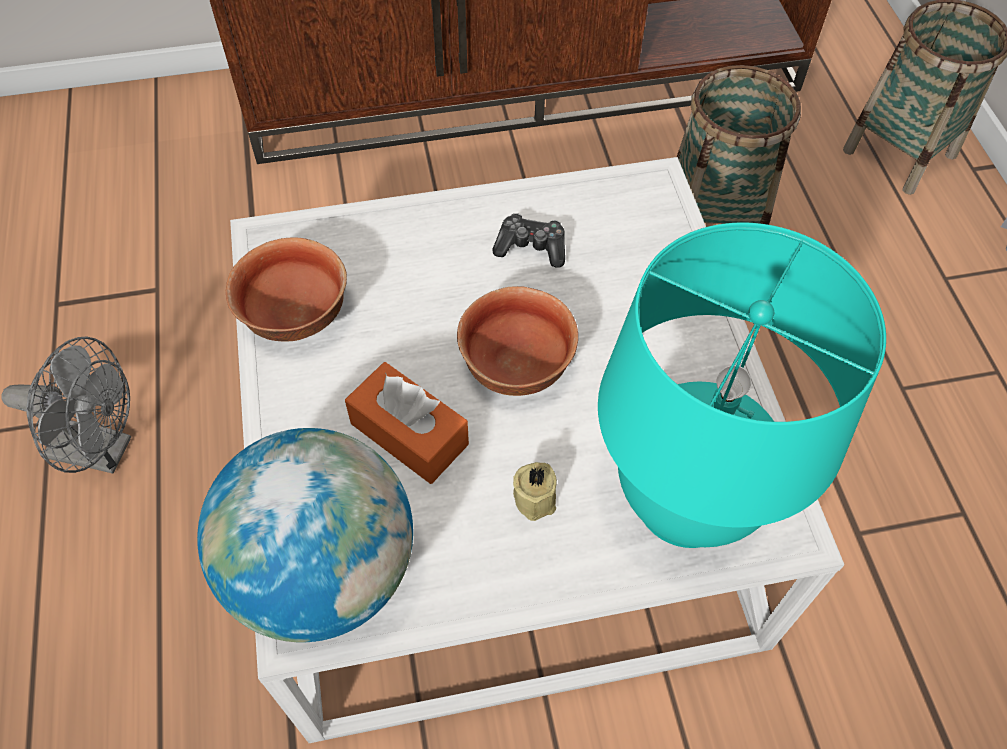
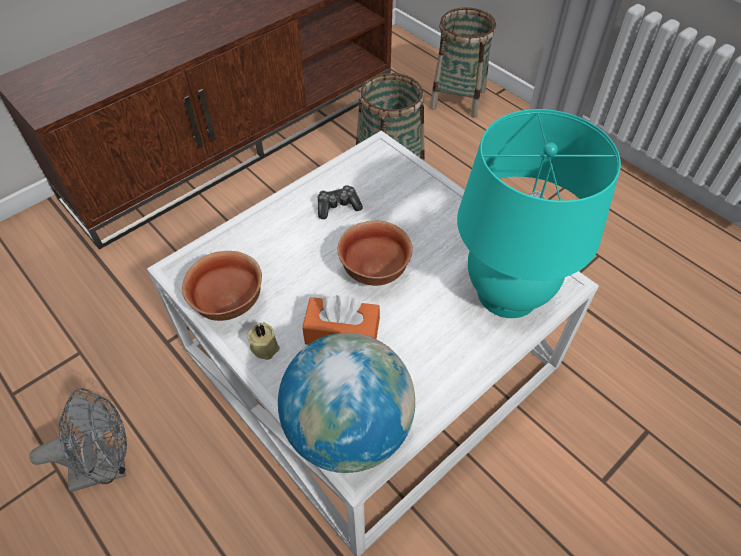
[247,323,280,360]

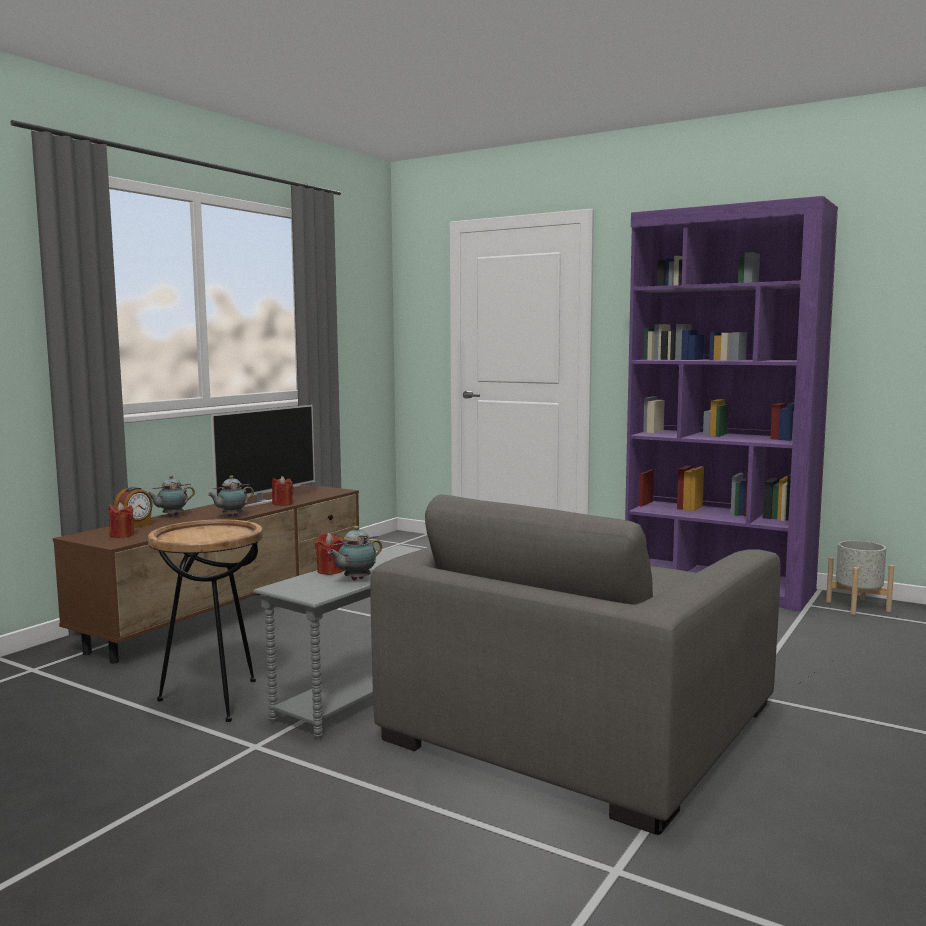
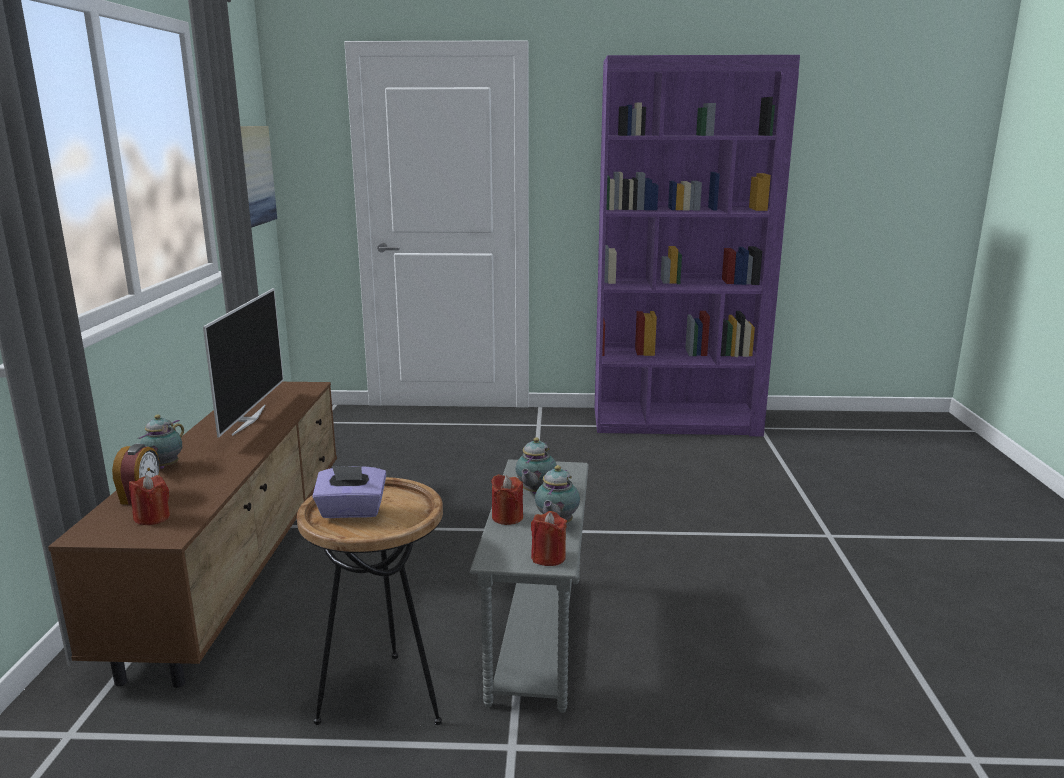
[240,126,277,228]
[312,466,386,518]
[515,438,557,494]
[531,511,567,566]
[370,494,781,835] (first image)
[826,541,894,615] (first image)

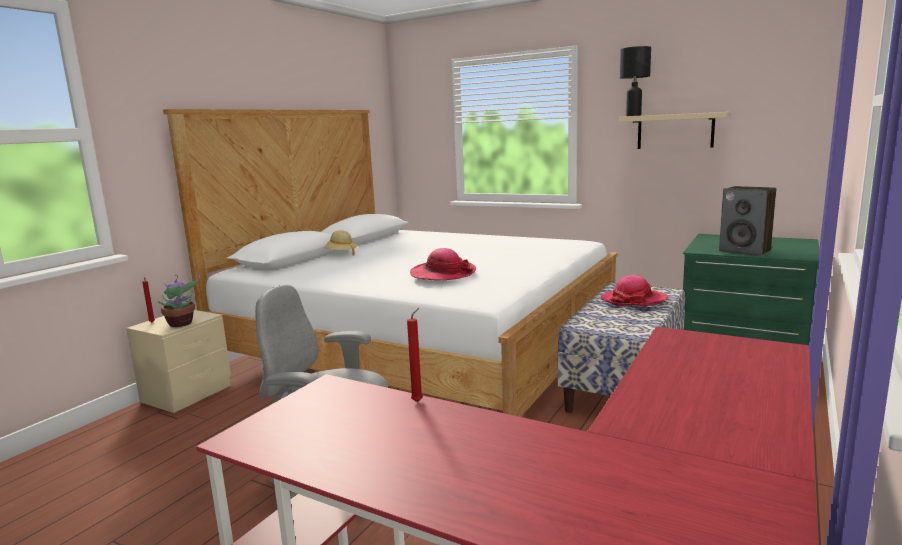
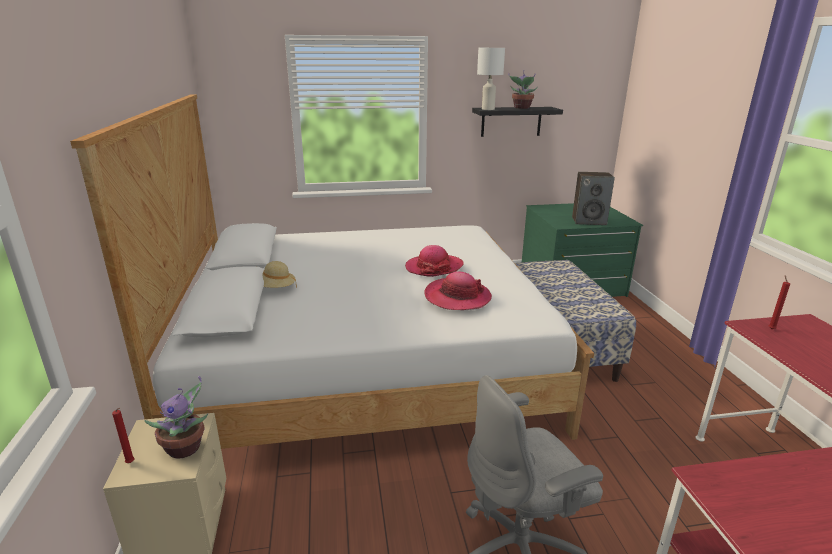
[405,245,464,277]
[472,107,563,137]
[477,48,505,110]
[508,70,538,109]
[769,275,790,329]

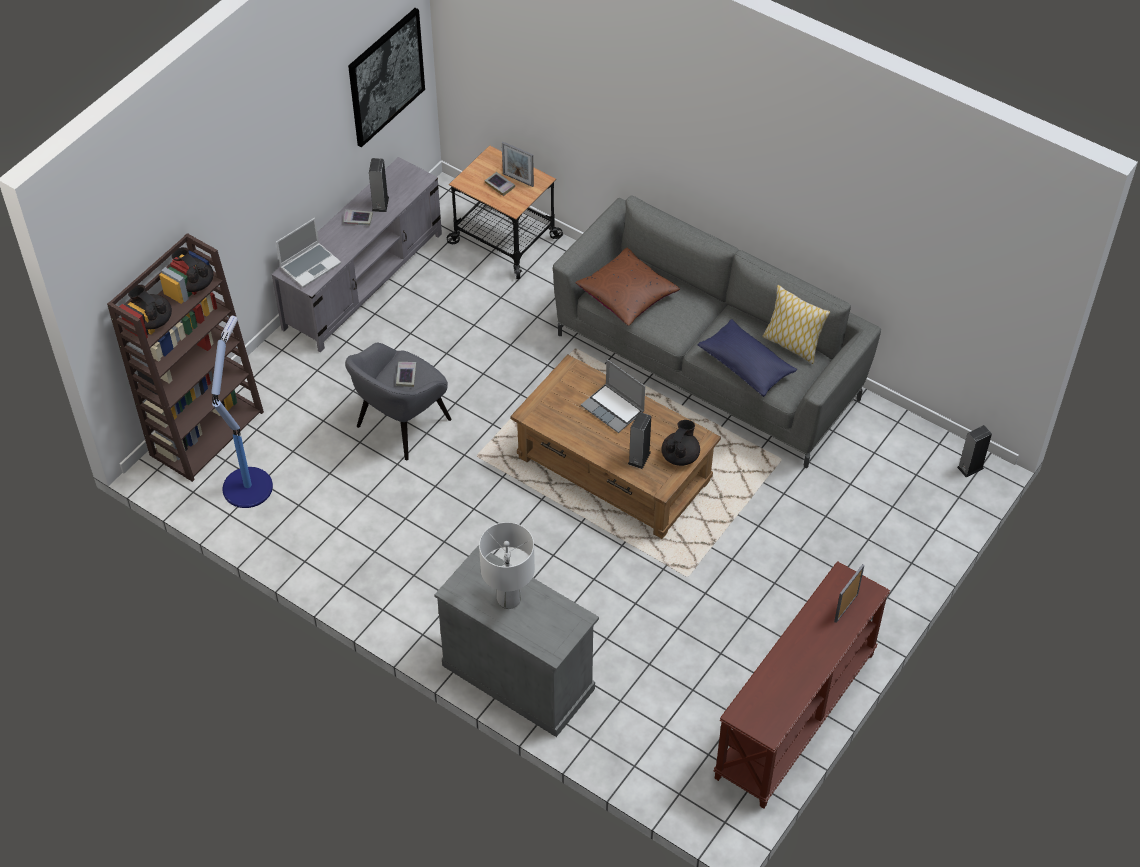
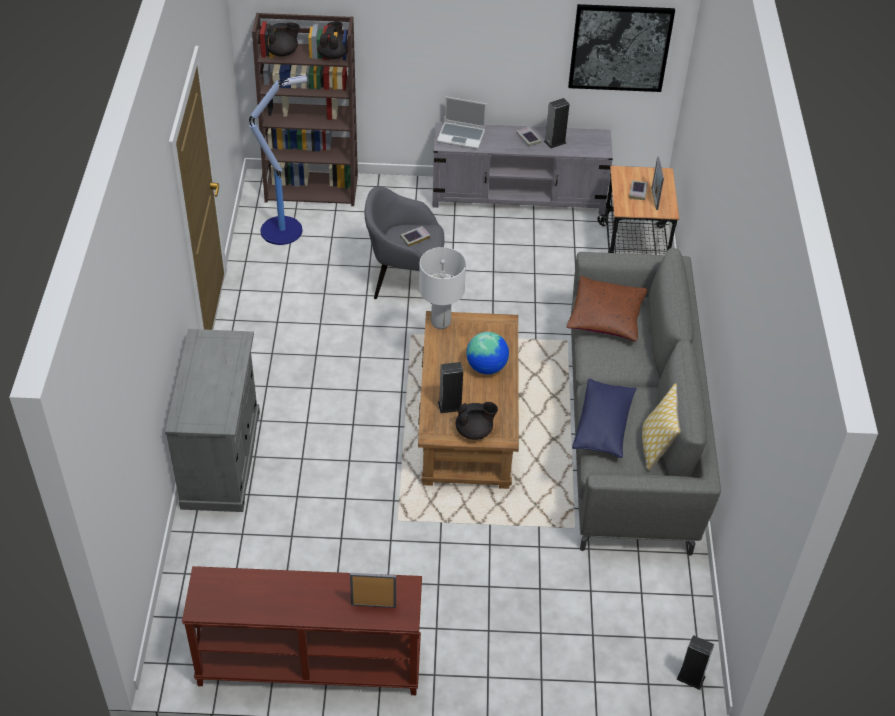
[266,22,300,57]
[419,247,466,329]
[466,332,509,375]

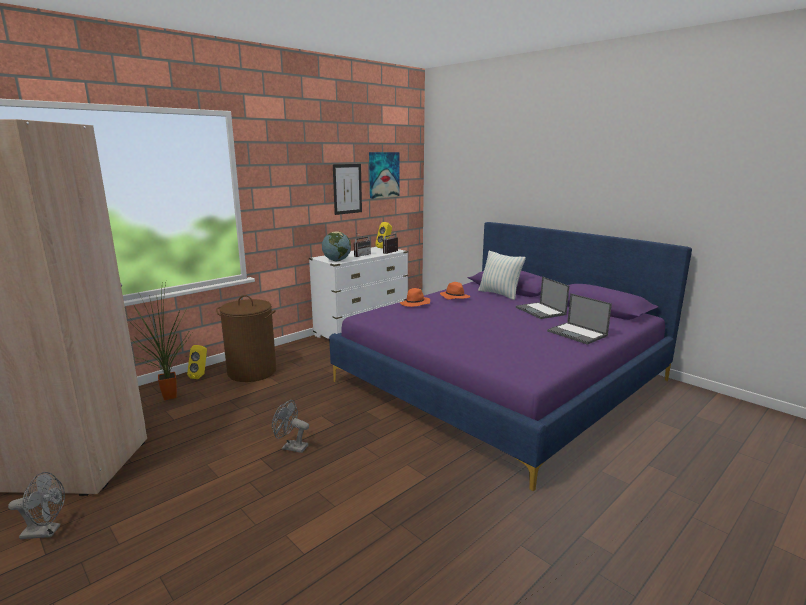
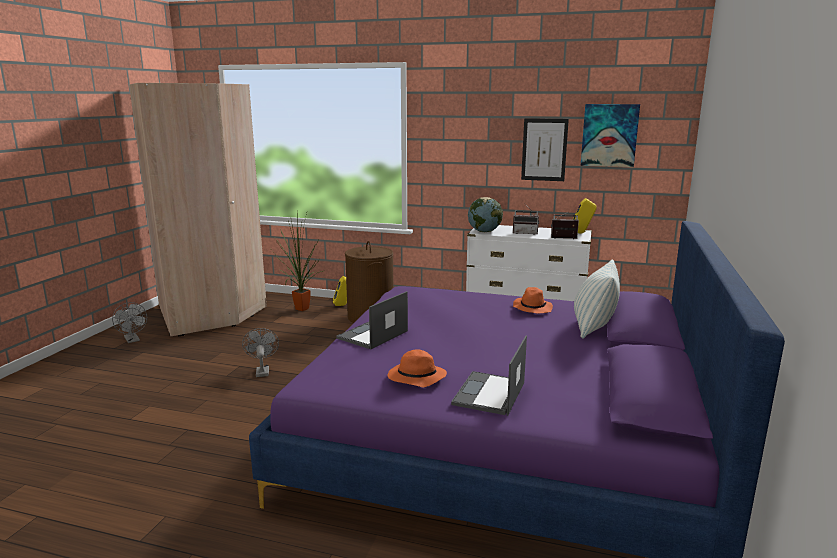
[336,291,408,349]
[387,349,447,387]

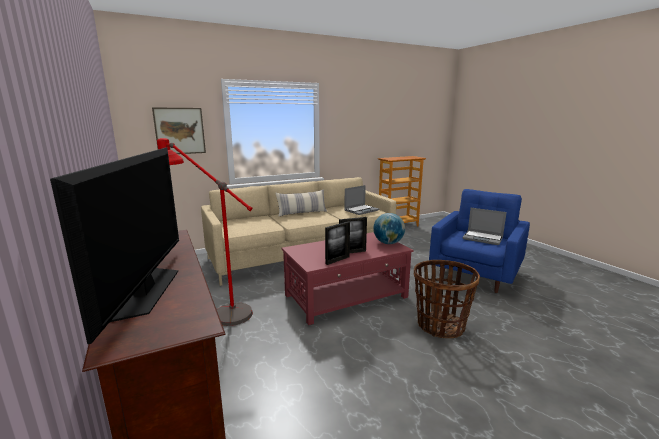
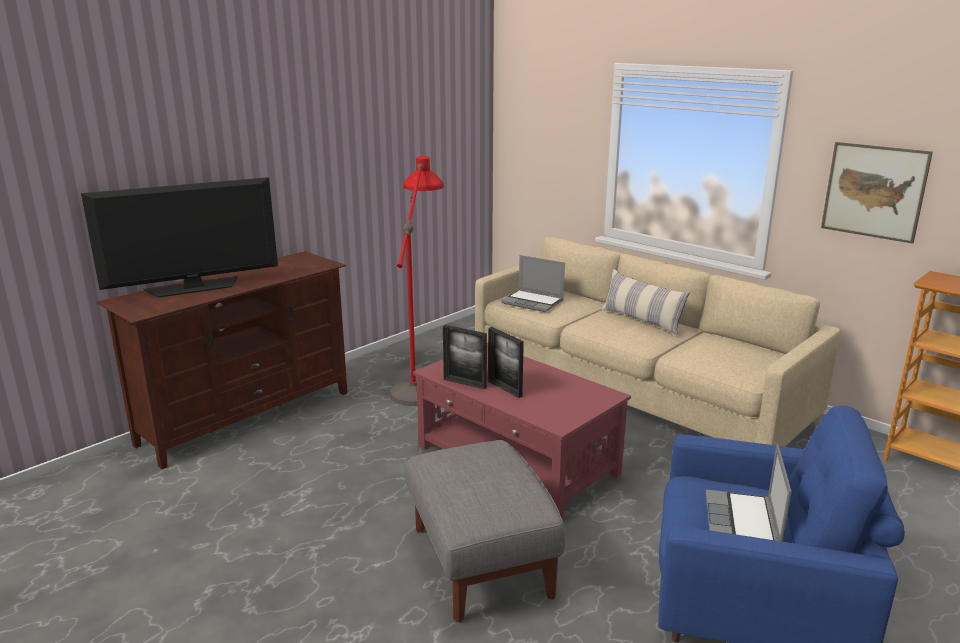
[404,440,566,622]
[501,255,565,312]
[821,142,933,244]
[373,213,405,244] (first image)

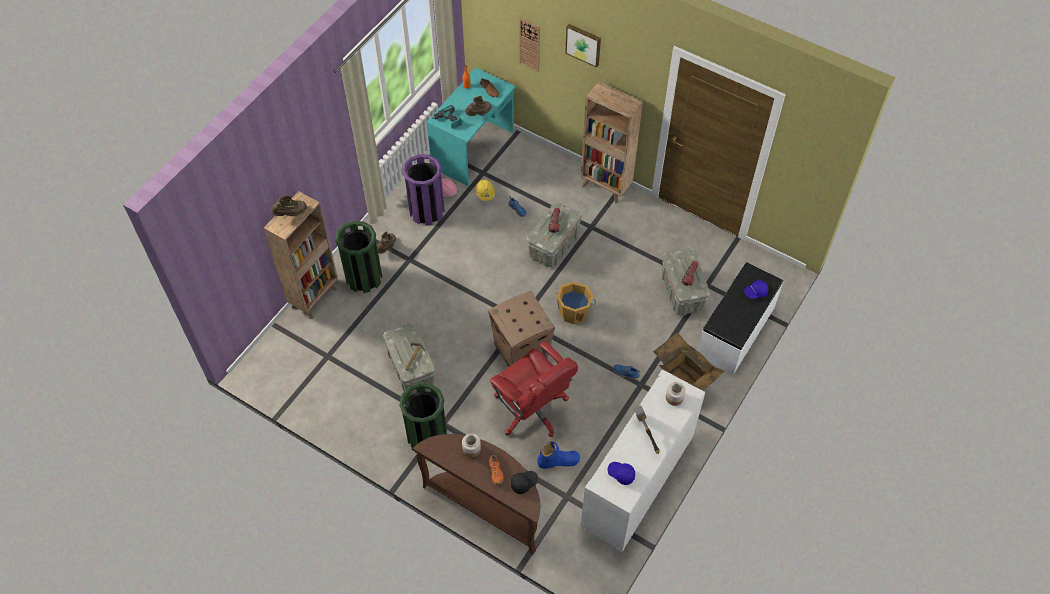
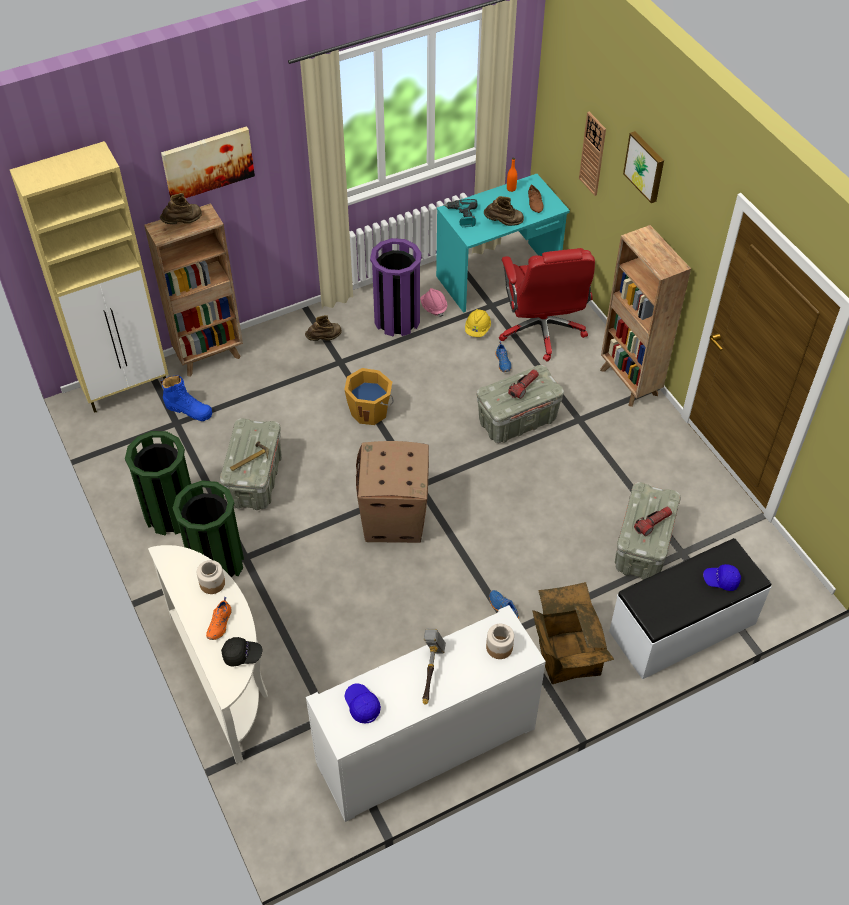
[10,141,169,413]
[125,431,192,535]
[148,545,268,763]
[160,193,202,224]
[161,126,255,198]
[161,375,212,421]
[344,368,394,425]
[499,248,595,362]

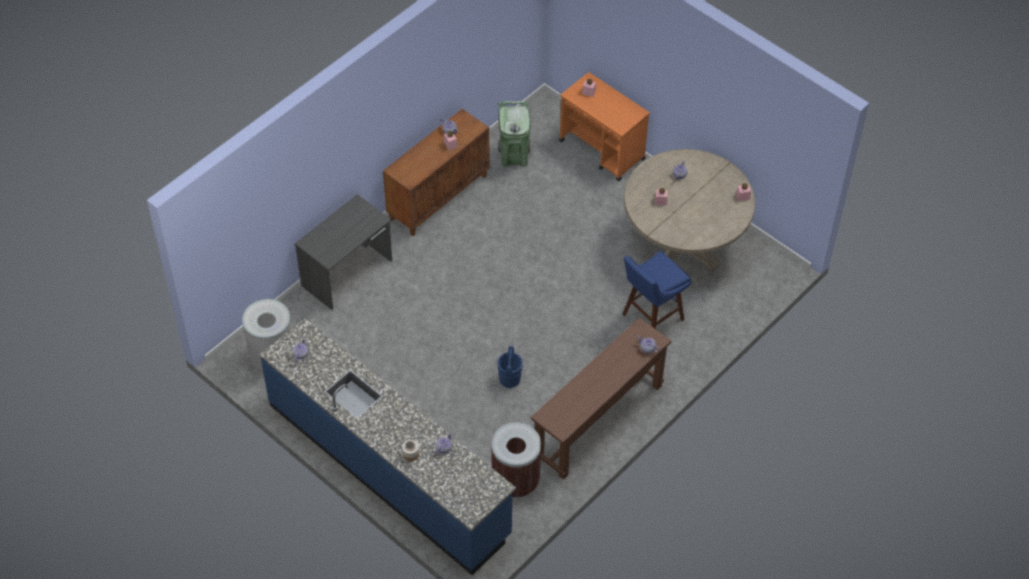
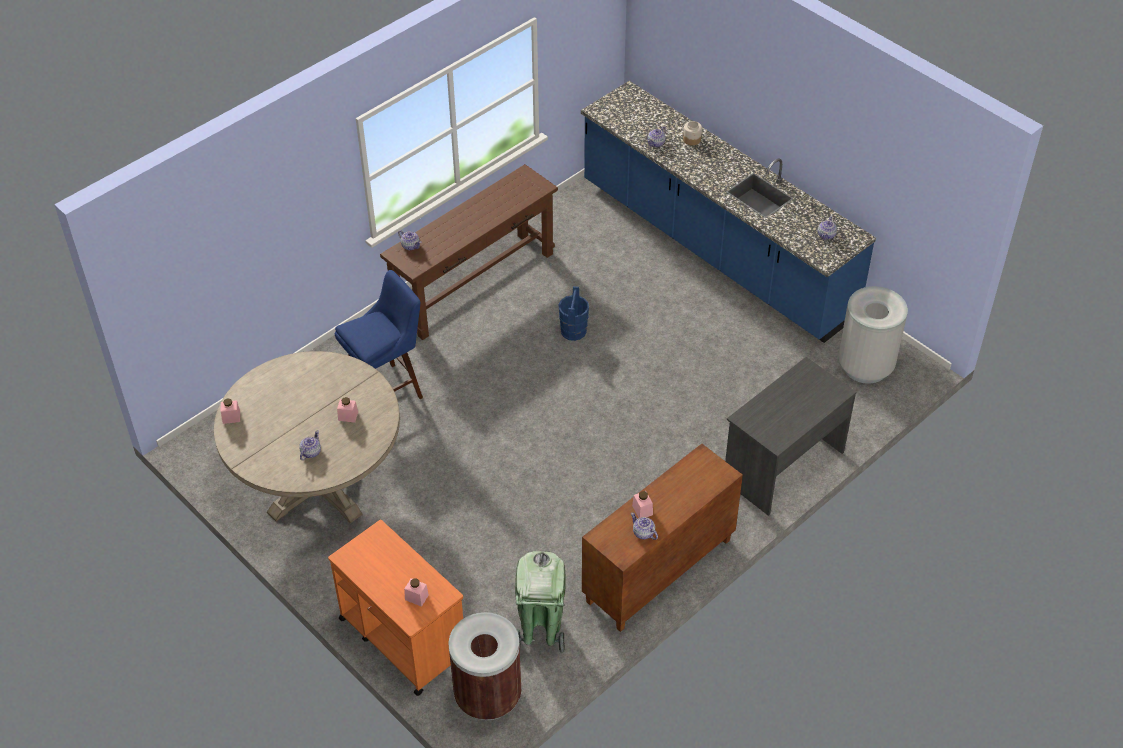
[449,612,522,720]

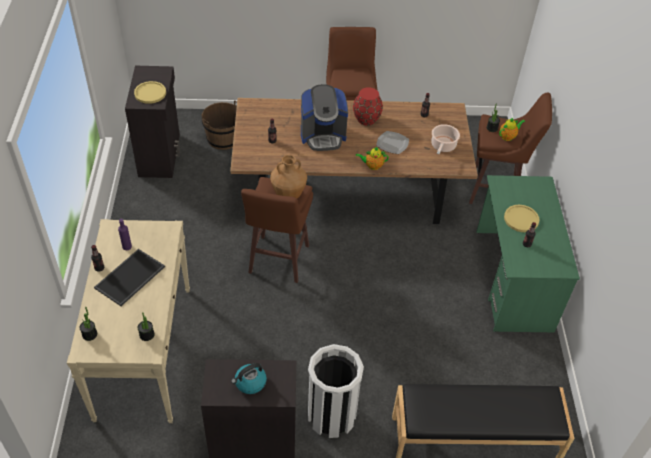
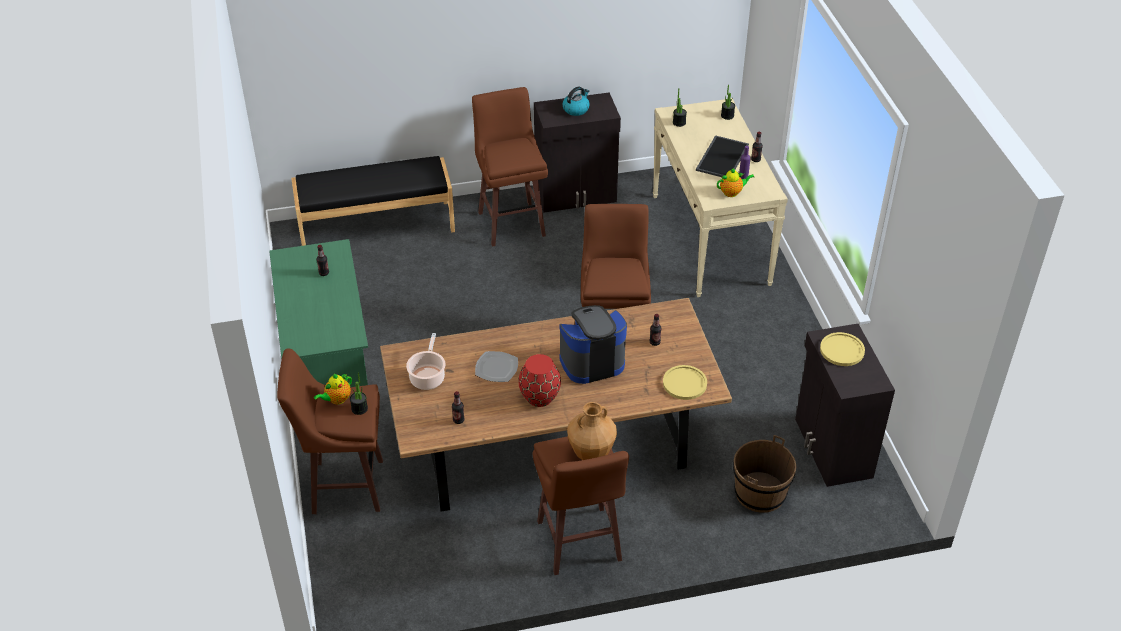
[472,87,548,247]
[567,402,617,460]
[663,365,707,400]
[717,168,754,197]

